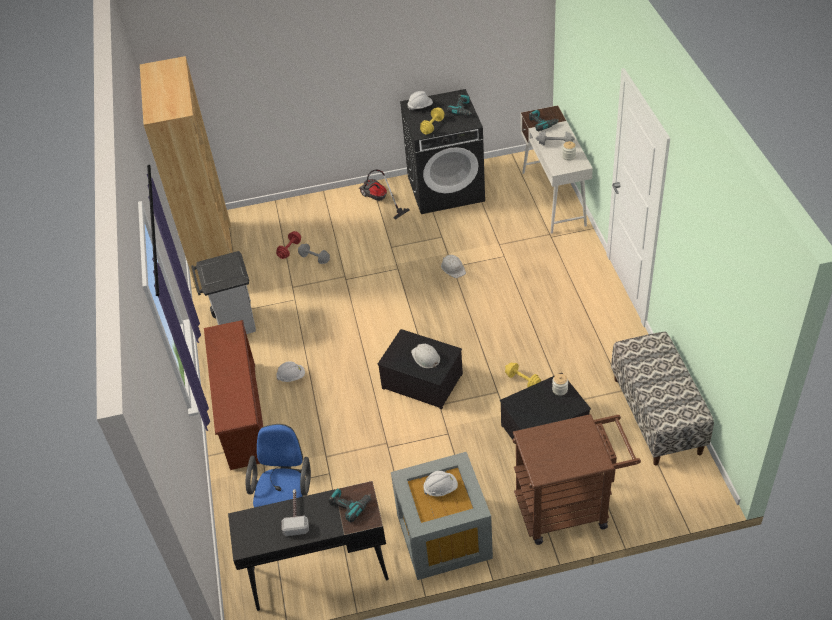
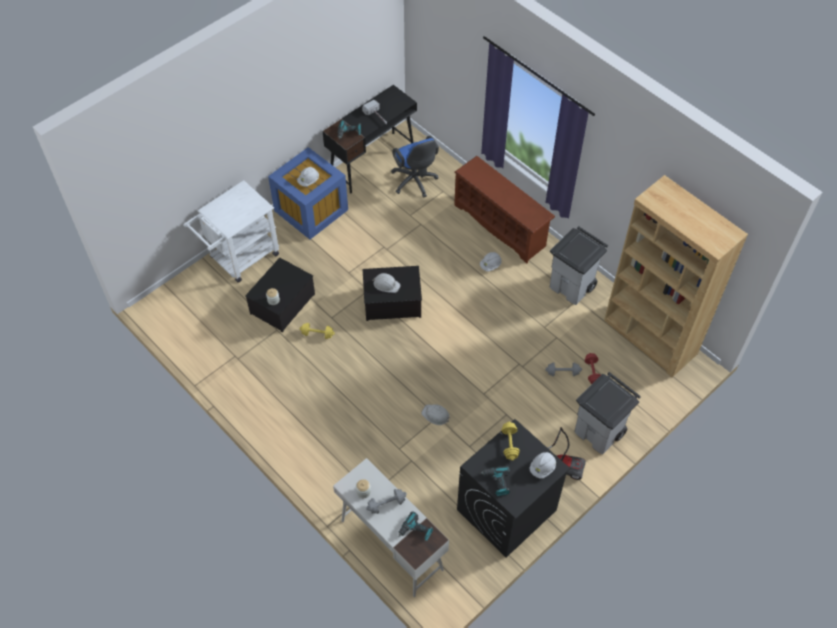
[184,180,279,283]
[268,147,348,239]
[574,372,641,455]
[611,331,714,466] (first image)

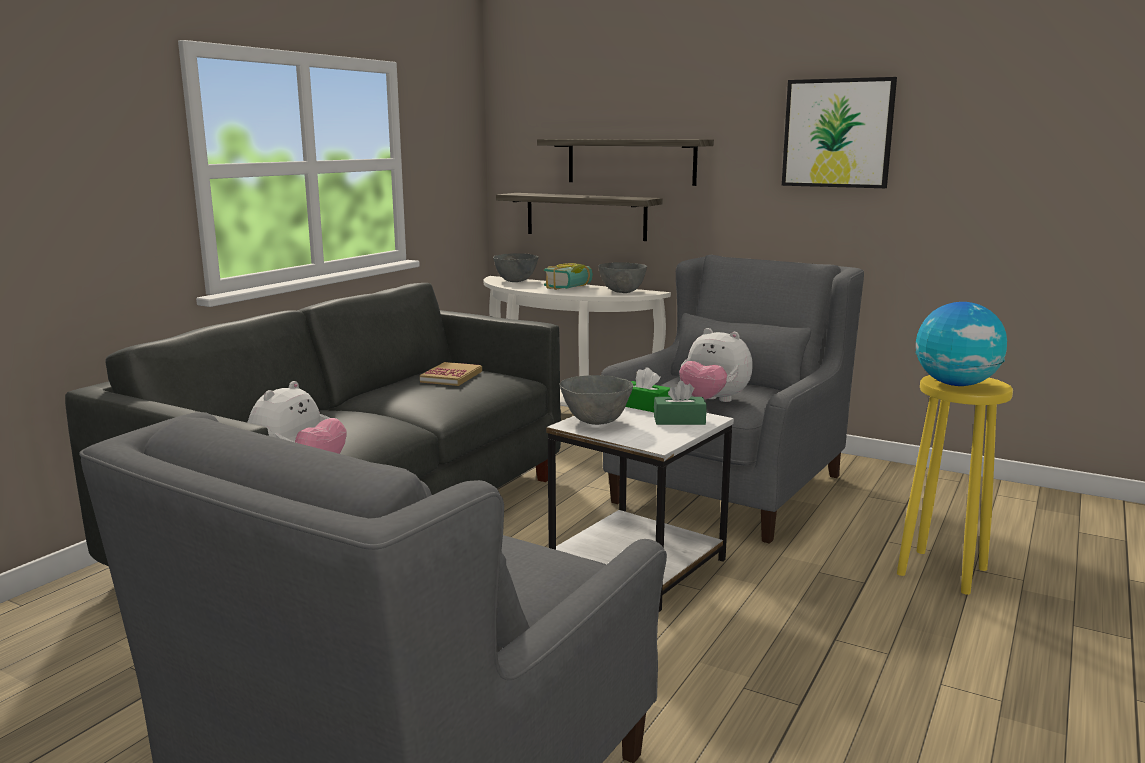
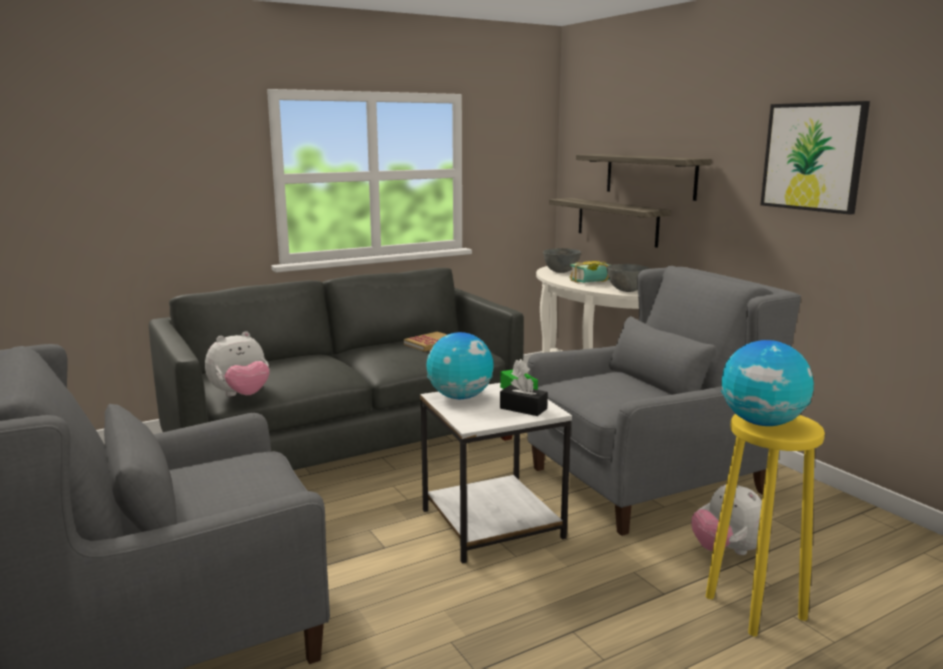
[427,332,494,399]
[500,375,548,416]
[691,485,762,555]

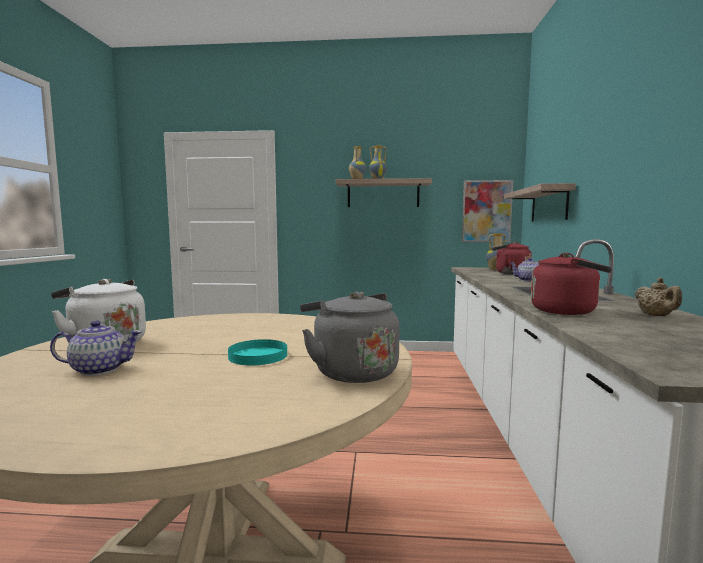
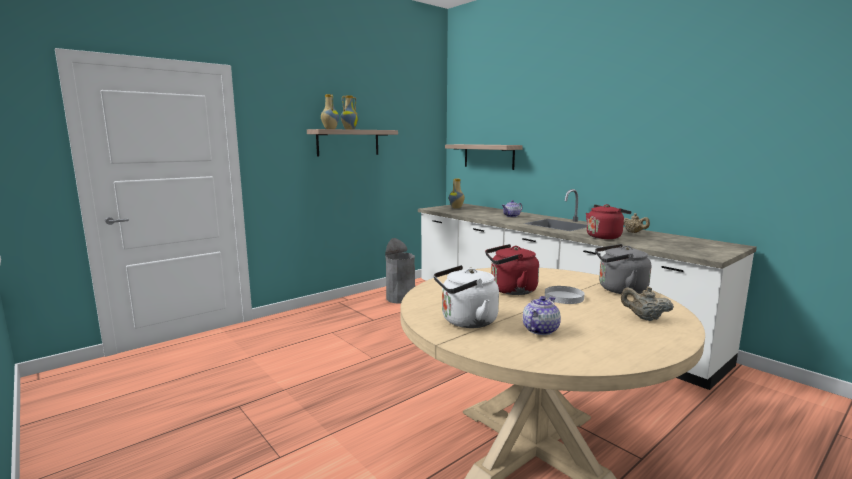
[385,238,415,304]
[485,244,539,295]
[545,286,585,304]
[621,287,674,321]
[462,180,513,242] (first image)

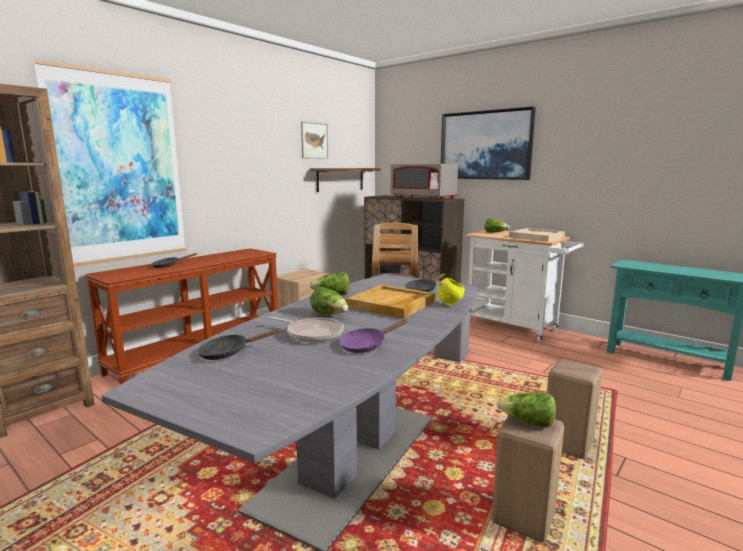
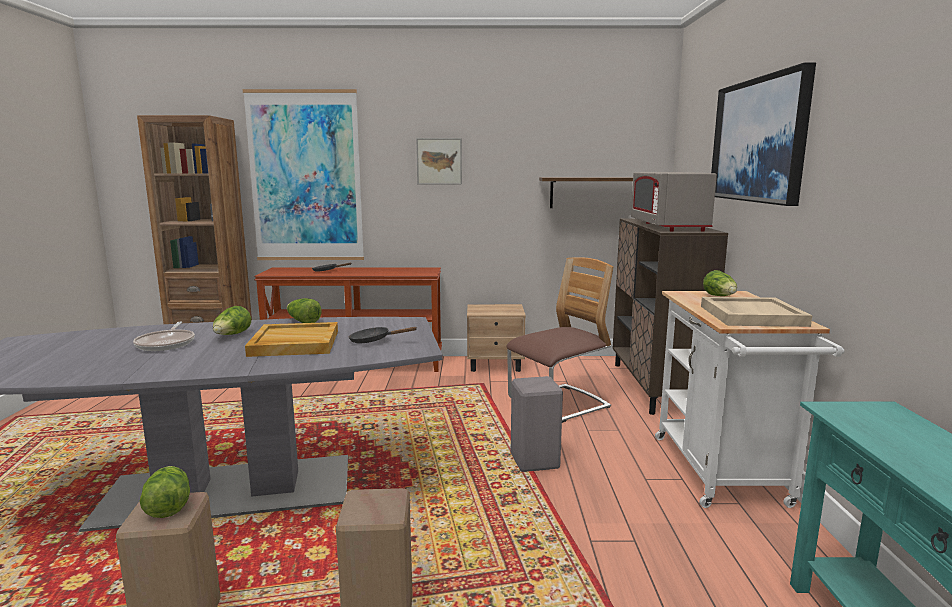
[416,138,462,184]
[197,328,281,360] (first image)
[340,320,407,353] (first image)
[437,278,464,306] (first image)

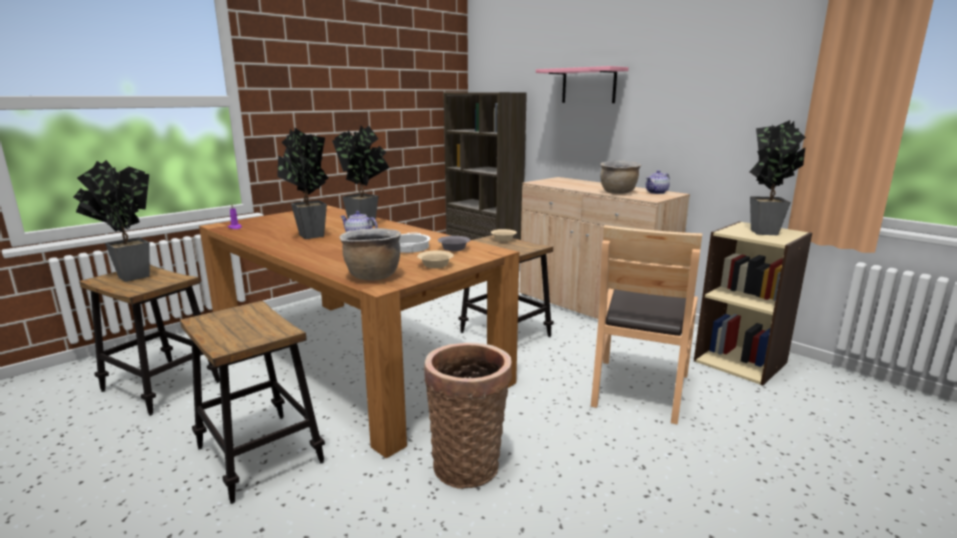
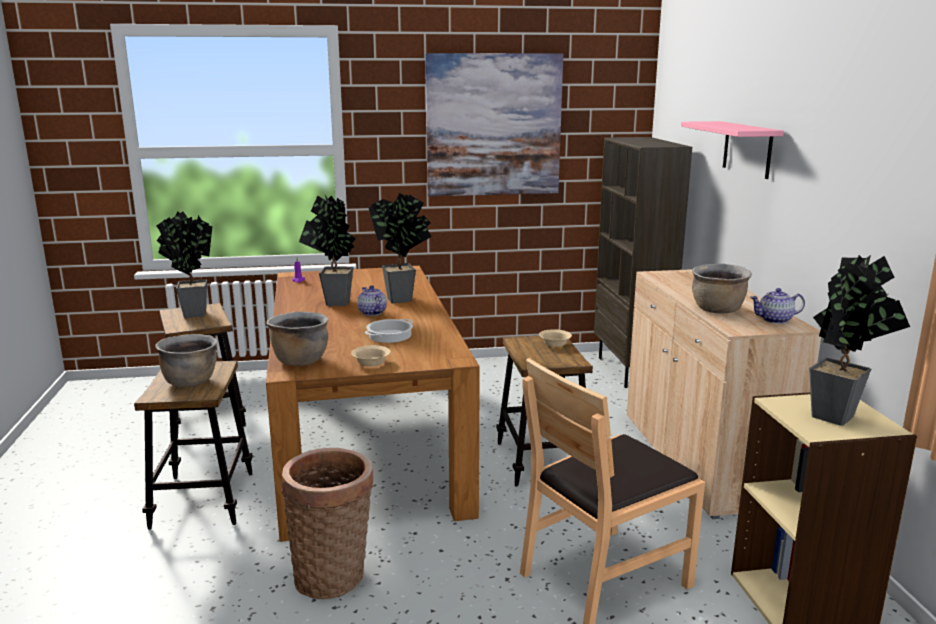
[155,334,217,387]
[425,53,563,196]
[438,236,470,251] (first image)

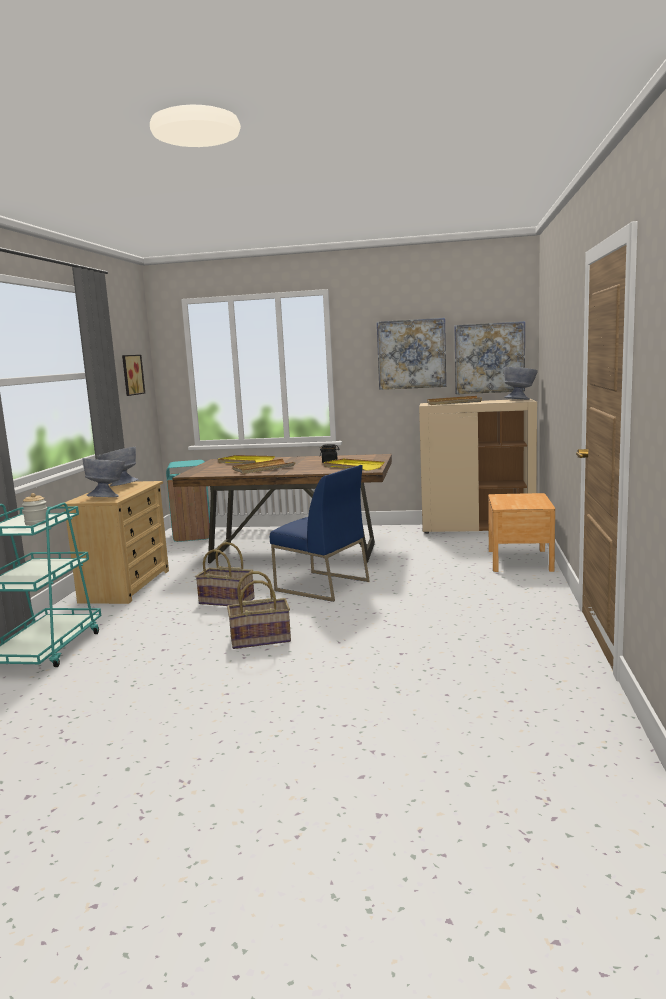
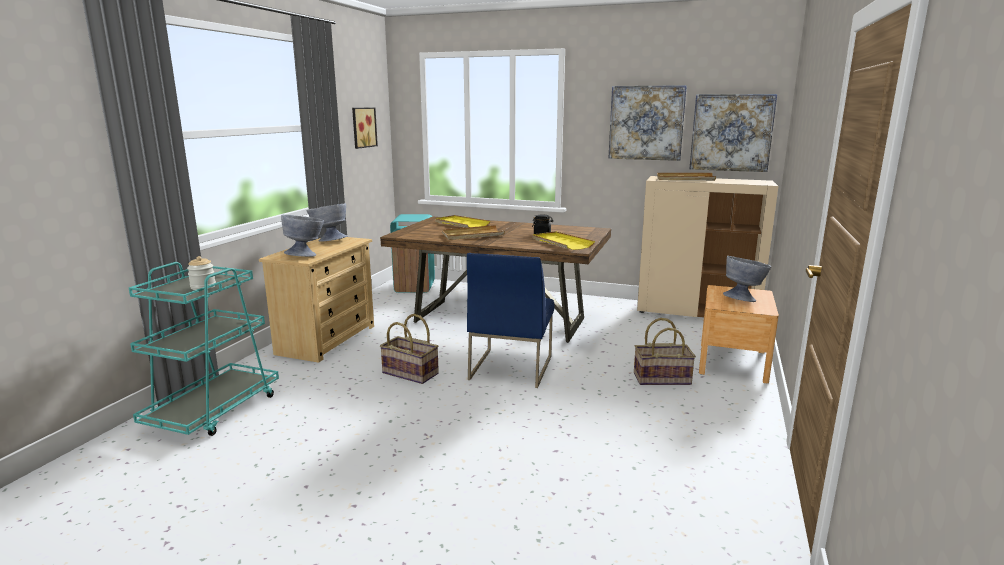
[467,253,555,388]
[634,318,696,385]
[723,256,771,302]

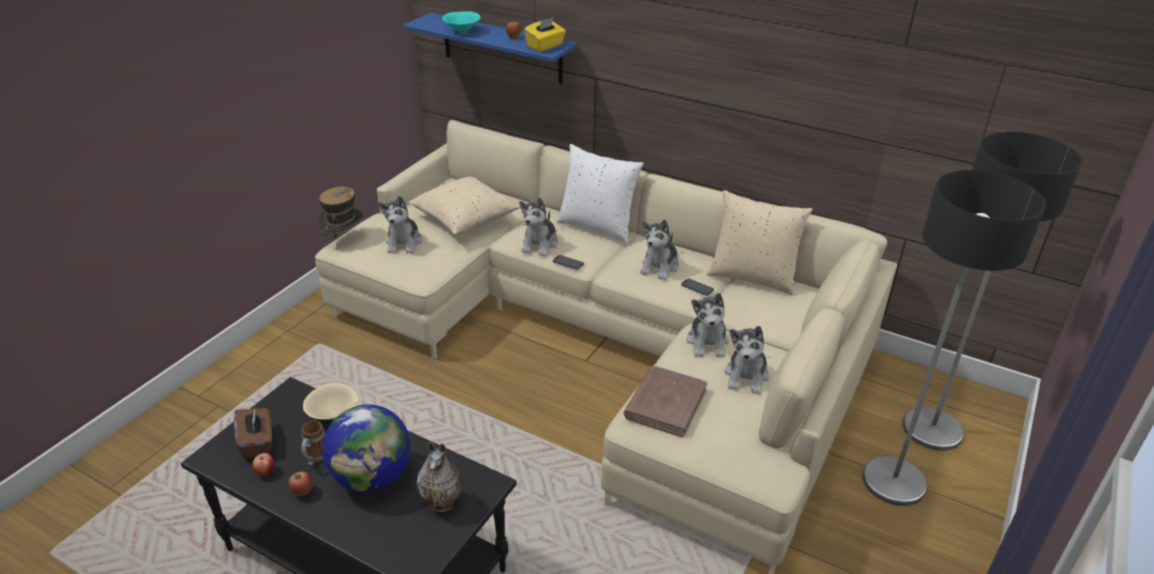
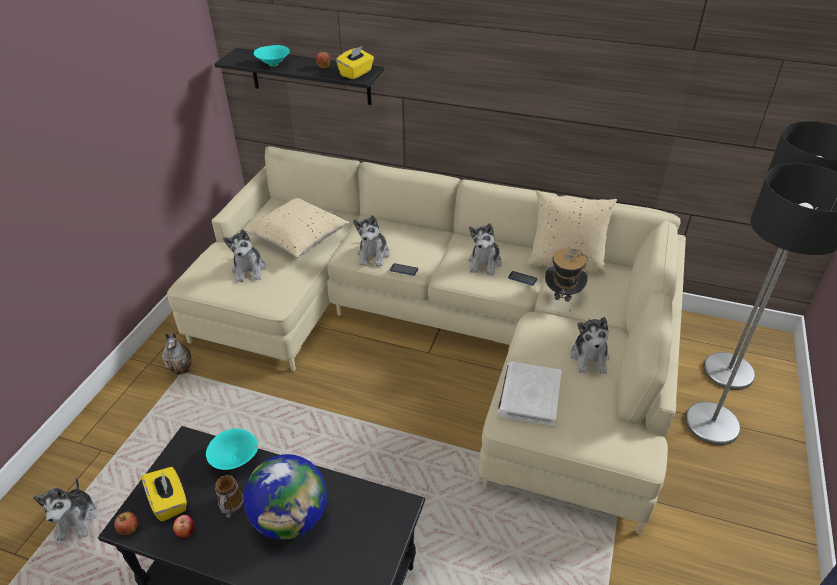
[33,476,98,541]
[114,512,138,535]
[142,467,187,521]
[162,333,192,376]
[206,428,258,470]
[214,48,384,105]
[498,362,562,427]
[545,248,588,312]
[556,144,644,243] (first image)

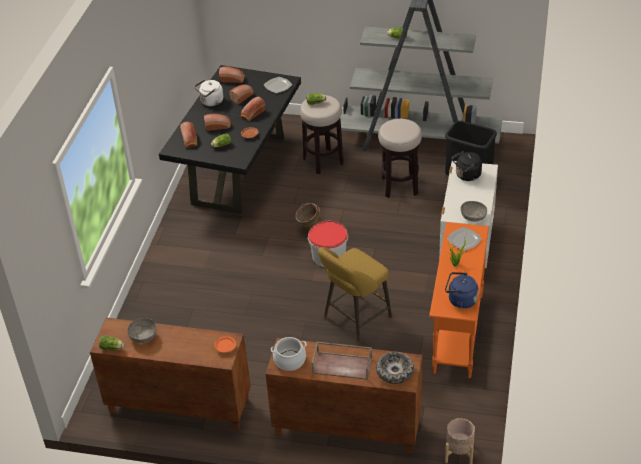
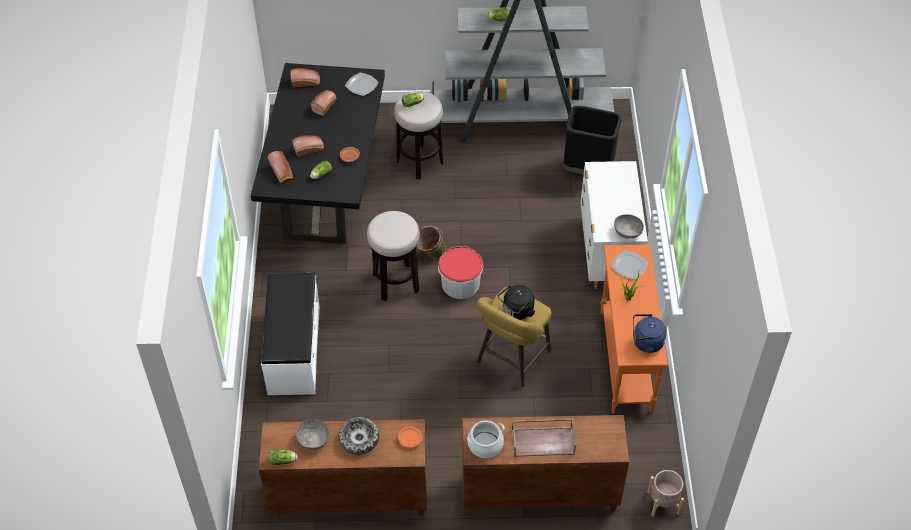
[261,272,320,395]
[339,417,380,455]
[367,211,420,301]
[498,285,535,320]
[194,79,223,106] (first image)
[241,97,265,121] (first image)

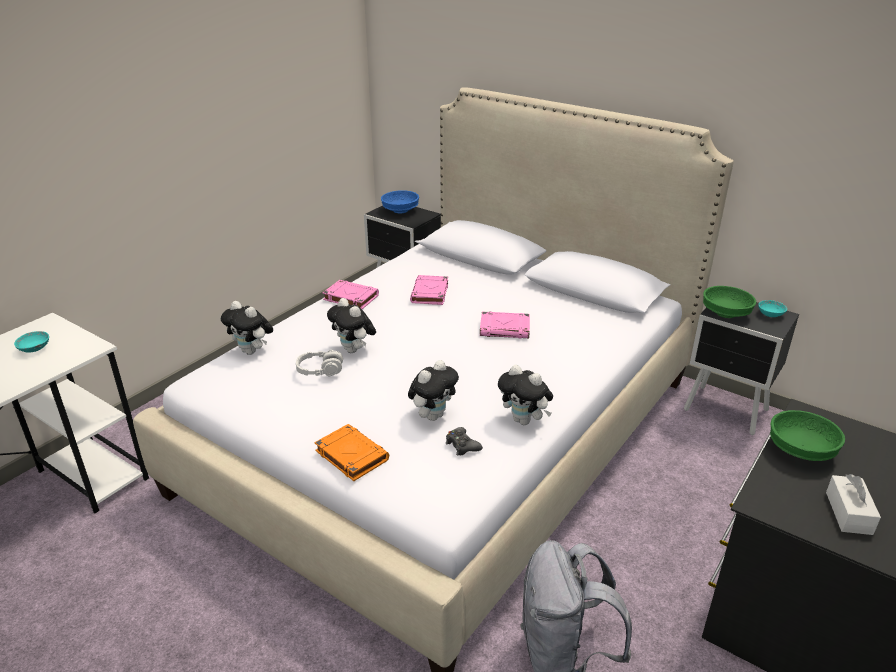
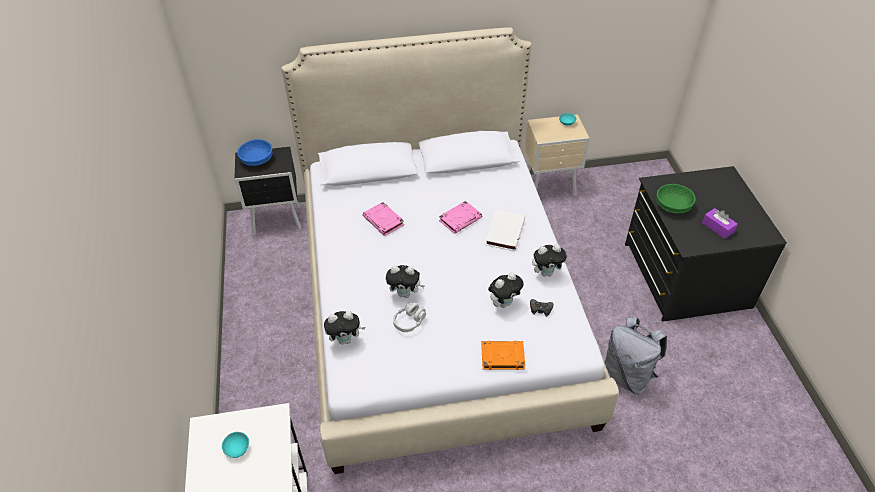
[485,210,525,251]
[488,272,524,308]
[524,114,590,196]
[702,208,738,239]
[323,280,379,309] (first image)
[703,286,756,318] (first image)

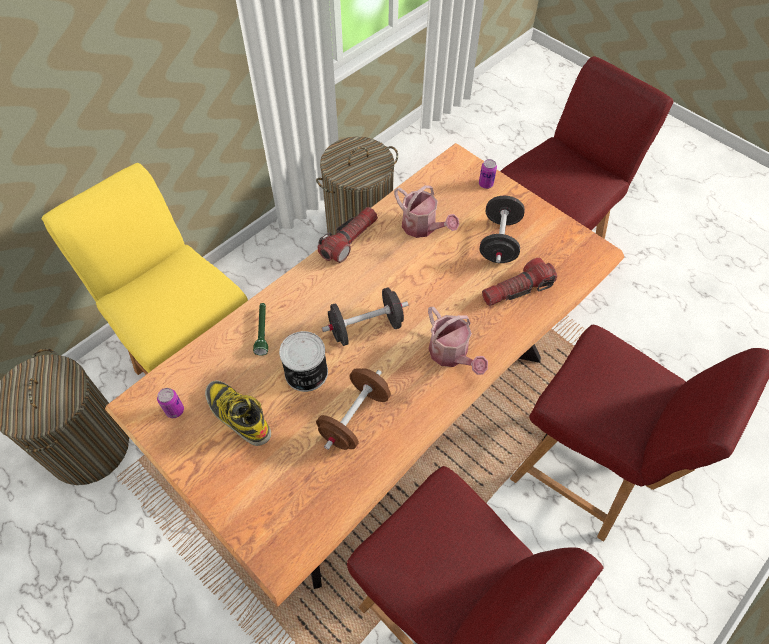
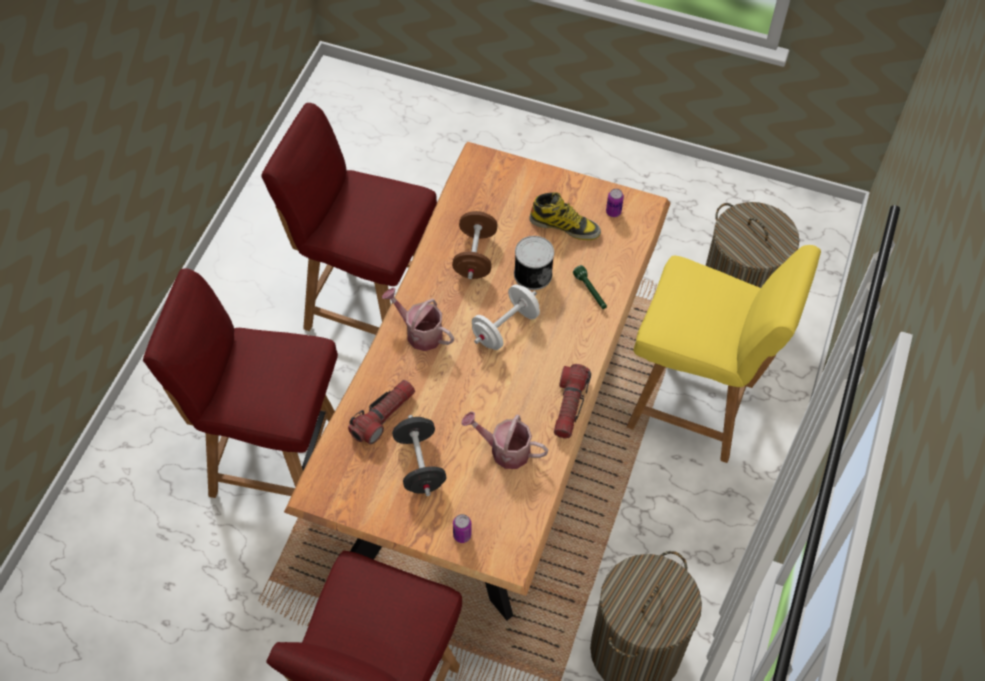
[472,284,540,350]

